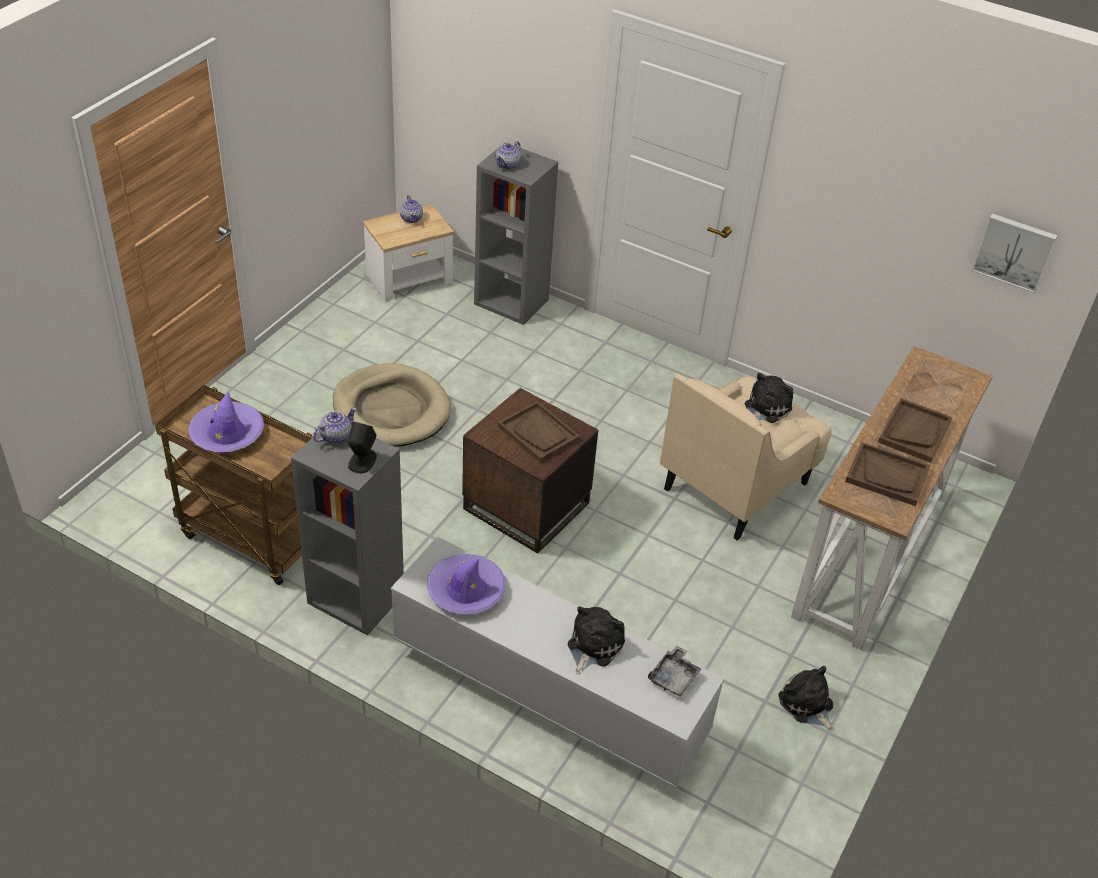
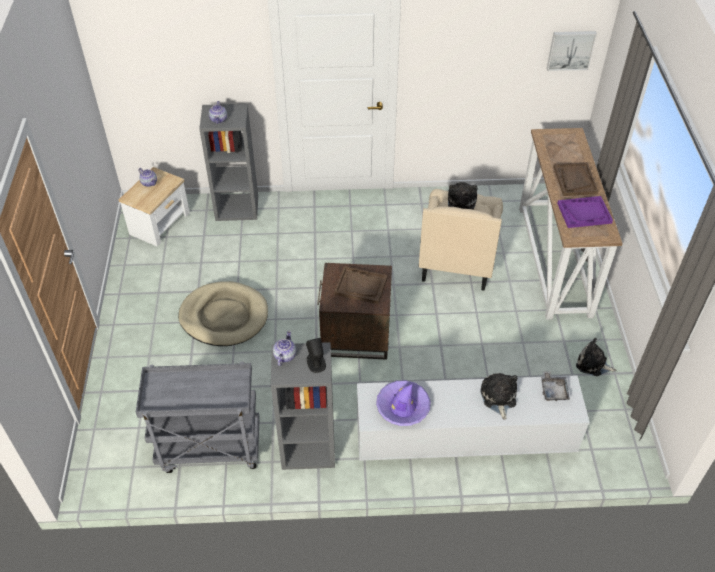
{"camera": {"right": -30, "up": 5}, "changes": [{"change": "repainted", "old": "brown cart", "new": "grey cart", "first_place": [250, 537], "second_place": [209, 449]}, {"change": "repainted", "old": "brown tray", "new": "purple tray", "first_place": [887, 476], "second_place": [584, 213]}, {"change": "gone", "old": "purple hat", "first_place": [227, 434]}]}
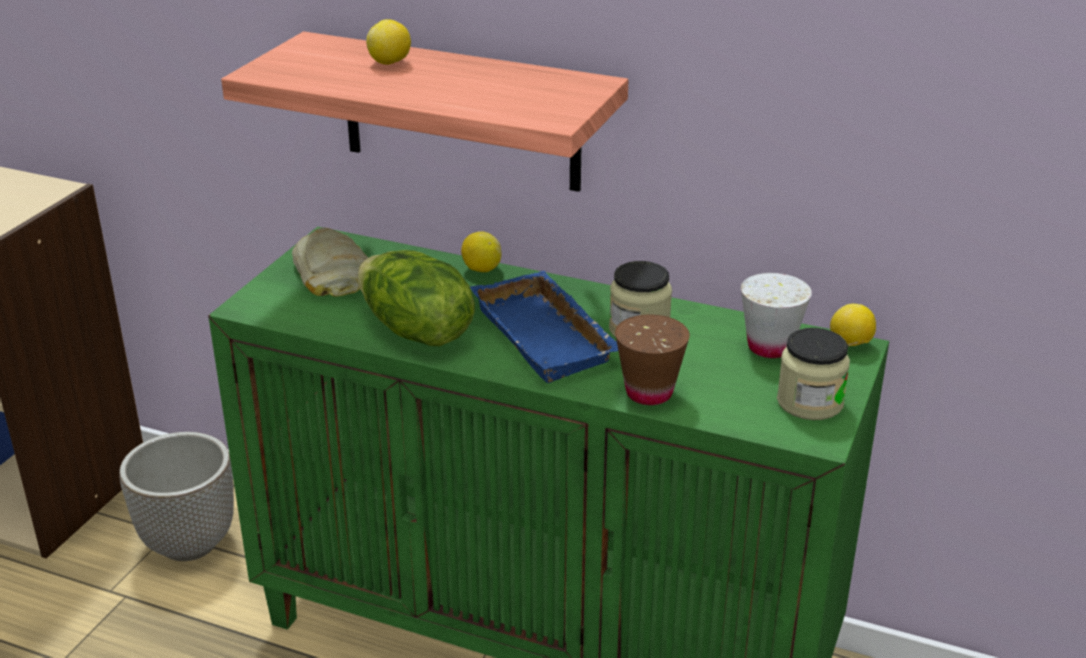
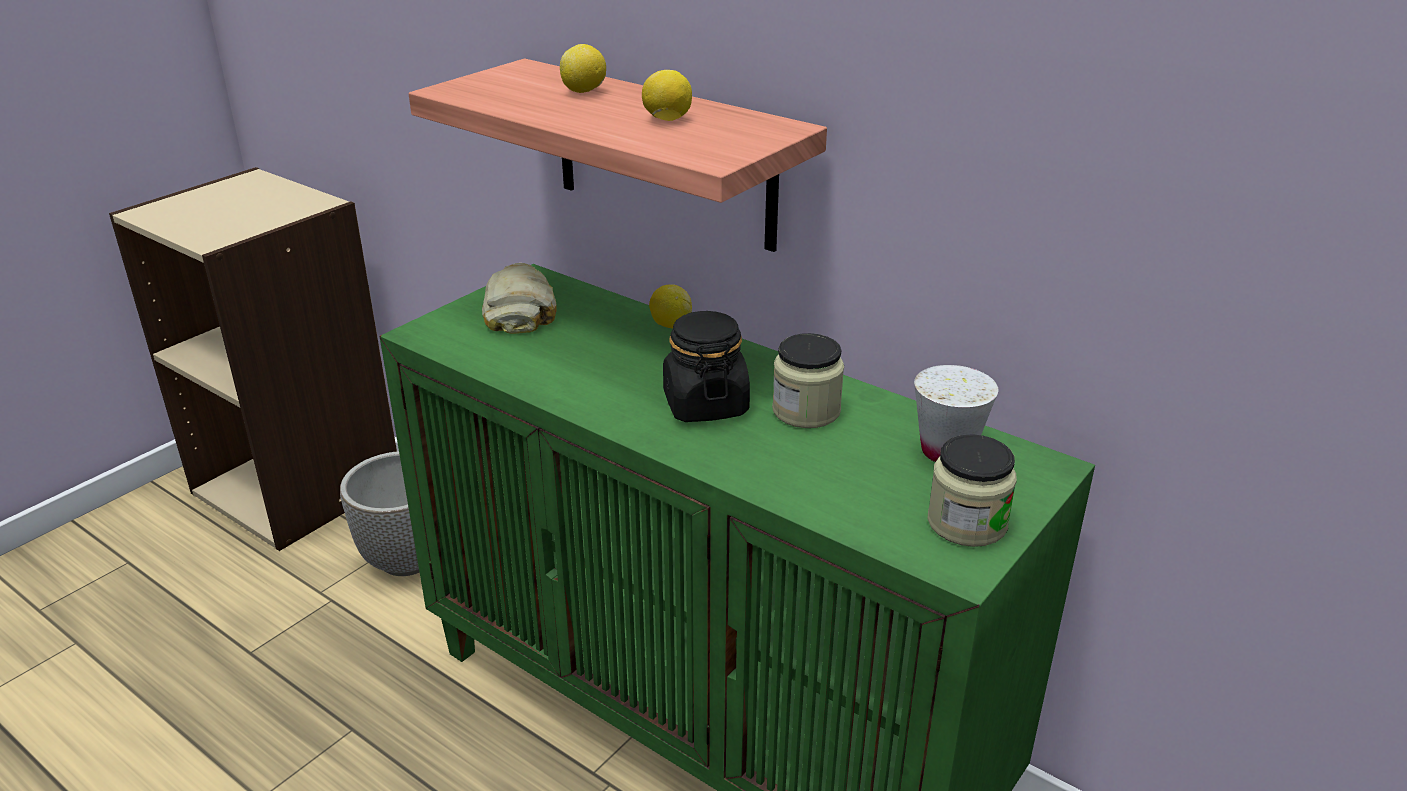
{"camera": {"right": 15, "up": 0}, "changes": [{"change": "shifted", "old": "lemon", "first_place": [850, 344], "second_place": [667, 120]}, {"change": "swapped", "old": "blue tray", "new": "black jar", "first_place": [549, 336], "second_place": [705, 404]}, {"change": "gone", "old": "lettuce", "first_place": [415, 332]}, {"change": "gone", "old": "brown cup", "first_place": [649, 393]}]}
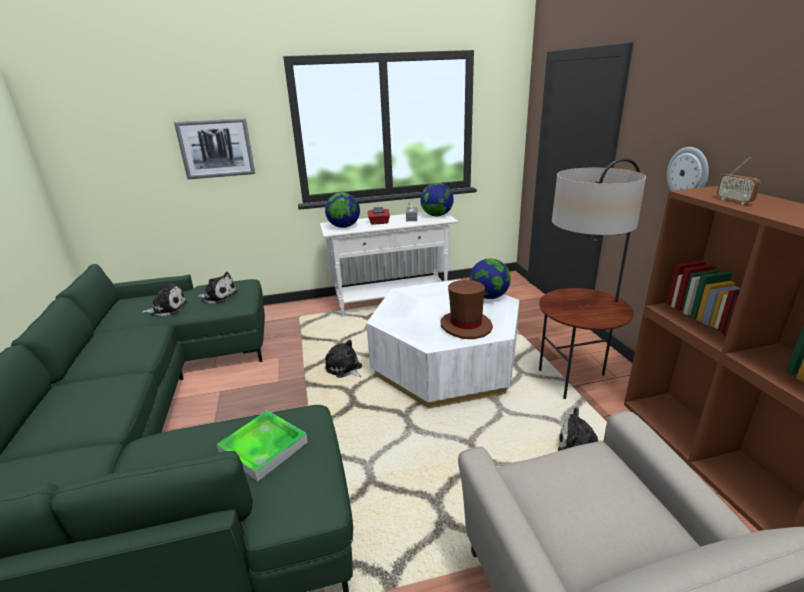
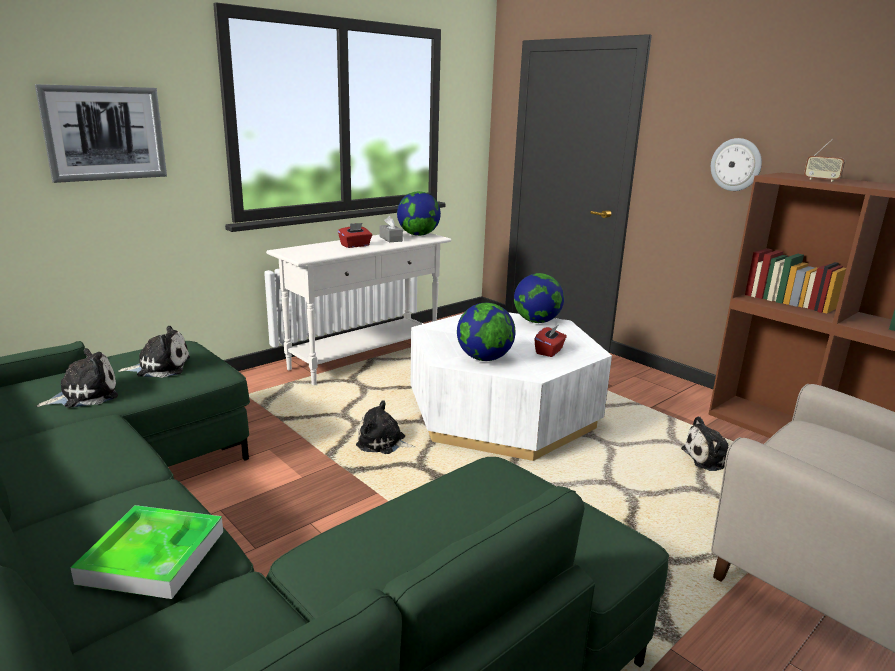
{"camera": {"right": -30, "up": -5}, "changes": [{"change": "shifted", "old": "tray", "first_place": [263, 447], "second_place": [153, 556]}, {"change": "shifted", "old": "globe", "first_place": [344, 227], "second_place": [484, 358]}, {"change": "swapped", "old": "brown hat", "new": "red tissue box", "first_place": [466, 326], "second_place": [549, 351]}, {"change": "gone", "old": "floor lamp", "first_place": [574, 380]}]}
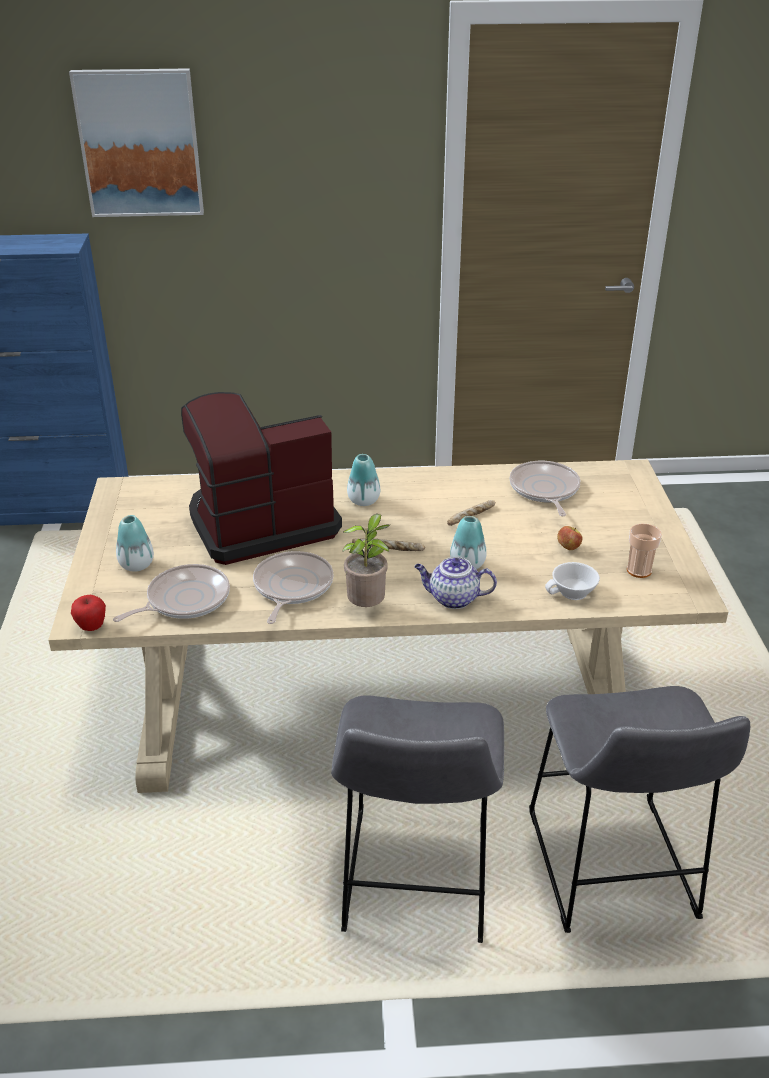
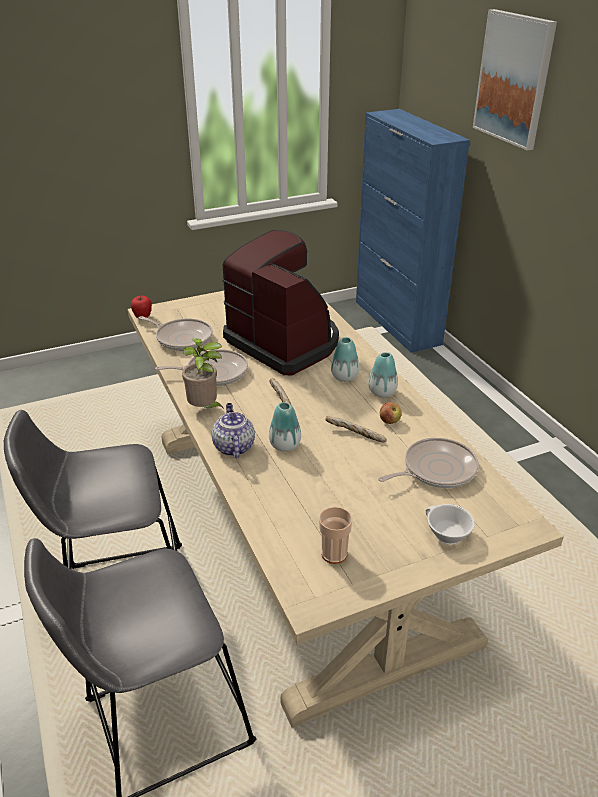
{"camera": {"right": 70, "up": 0}, "changes": [{"change": "shifted", "old": "vase", "first_place": [137, 565], "second_place": [382, 392]}, {"change": "shifted", "old": "apple", "first_place": [568, 547], "second_place": [389, 421]}, {"change": "shifted", "old": "white cup", "first_place": [573, 593], "second_place": [446, 534]}]}
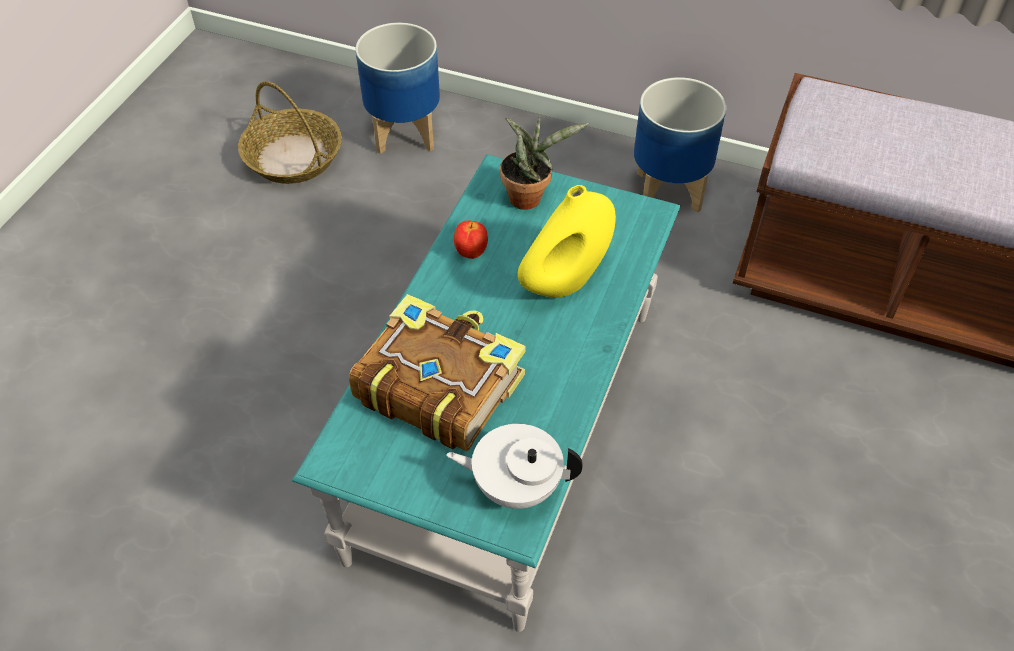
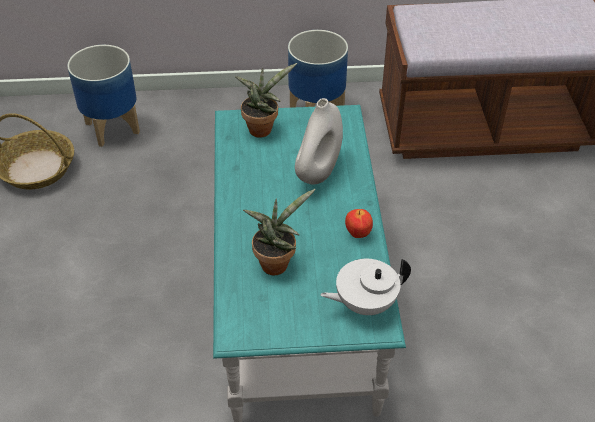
{"camera": {"right": -25, "up": -5}, "changes": [{"change": "swapped", "old": "book", "new": "potted plant", "first_place": [438, 385], "second_place": [276, 262]}, {"change": "repainted", "old": "yellow vase", "new": "white vase", "first_place": [565, 282], "second_place": [318, 172]}, {"change": "shifted", "old": "apple", "first_place": [470, 252], "second_place": [357, 233]}]}
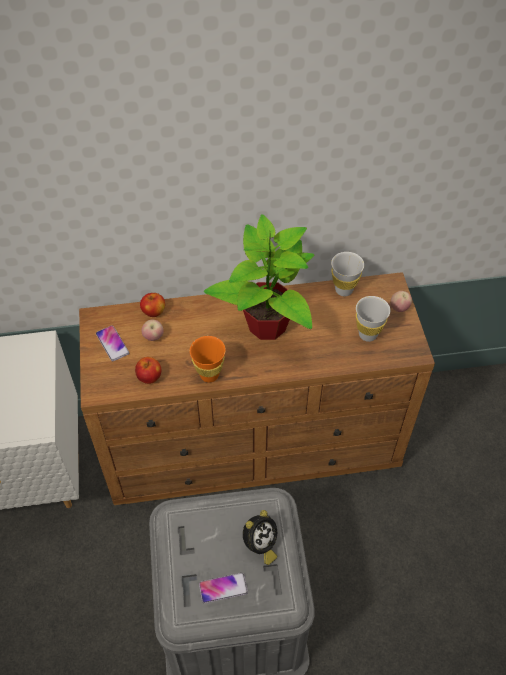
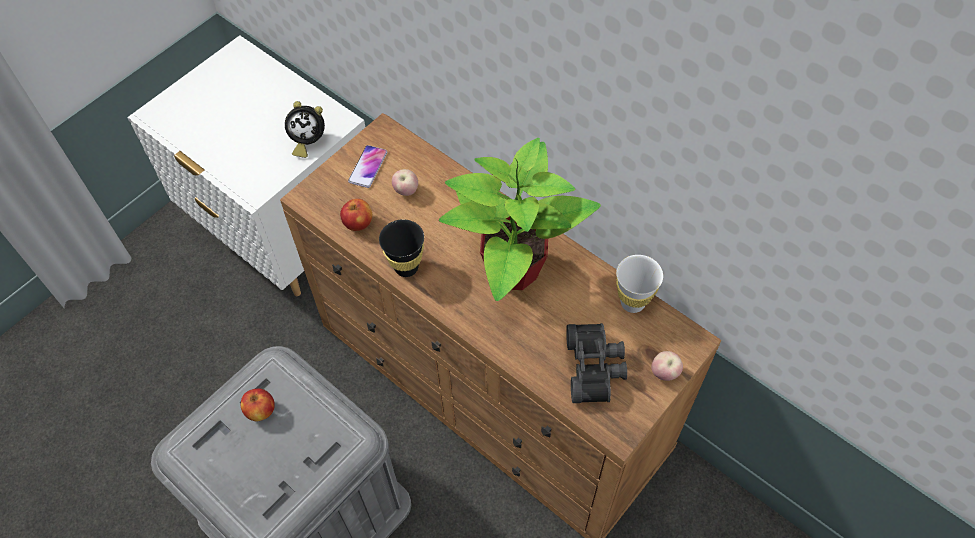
{"camera": {"right": 50, "up": 5}, "changes": [{"change": "shifted", "old": "apple", "first_place": [154, 312], "second_place": [261, 411]}, {"change": "shifted", "old": "alarm clock", "first_place": [260, 545], "second_place": [307, 142]}, {"change": "repainted", "old": "orange cup", "new": "black cup", "first_place": [209, 375], "second_place": [406, 267]}, {"change": "swapped", "old": "white cup", "new": "black binoculars", "first_place": [368, 334], "second_place": [595, 367]}, {"change": "gone", "old": "phone", "first_place": [223, 588]}]}
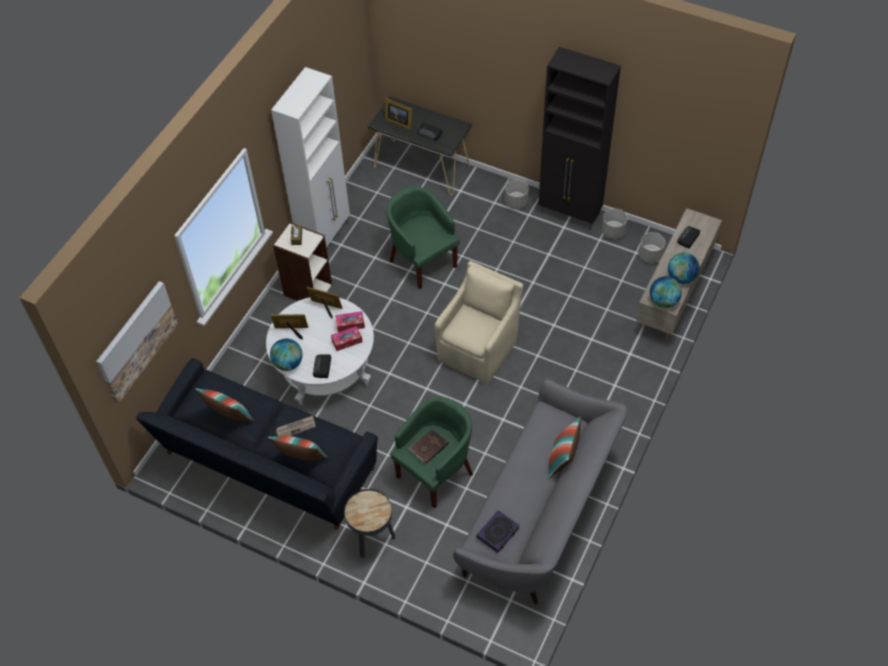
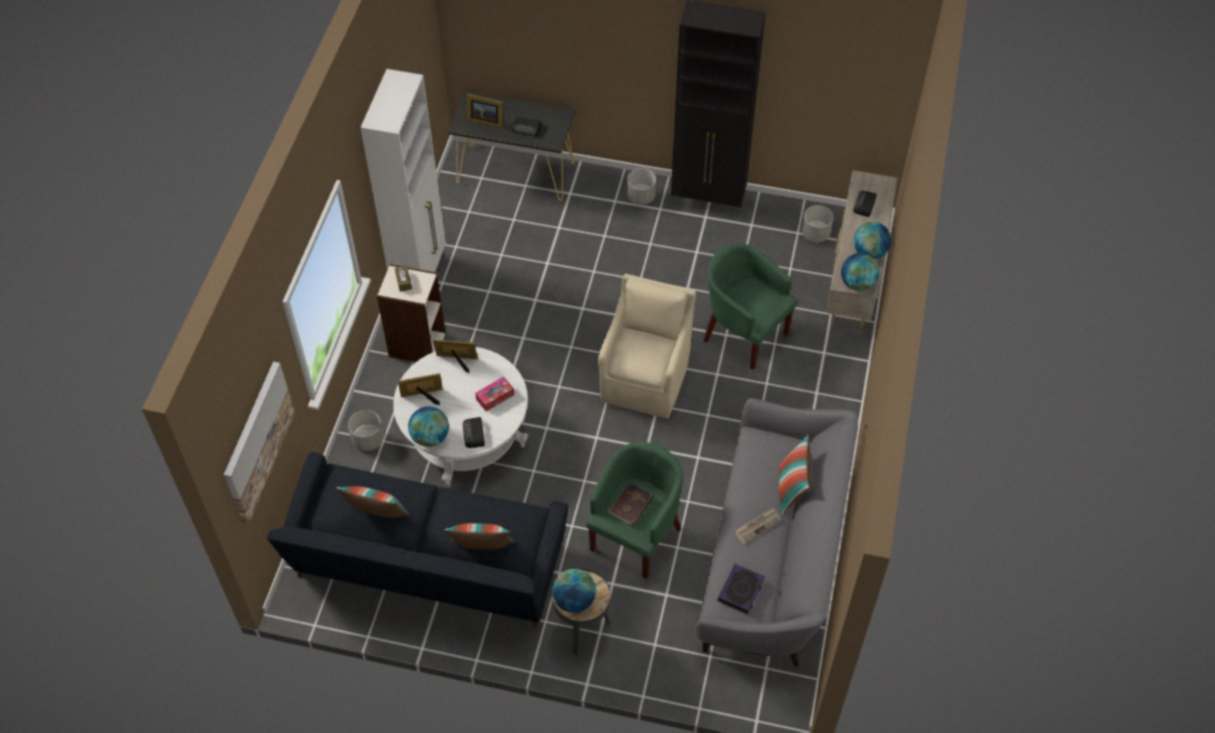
{"camera": {"right": -15, "up": 0}, "changes": [{"change": "shifted", "old": "grey planter", "first_place": [613, 232], "second_place": [368, 439]}, {"change": "new", "new": "globe", "second_place": [574, 600]}, {"change": "shifted", "old": "green armchair", "first_place": [422, 260], "second_place": [743, 333]}, {"change": "shifted", "old": "newspaper", "first_place": [296, 428], "second_place": [757, 526]}, {"change": "gone", "old": "tissue box", "first_place": [350, 324]}]}
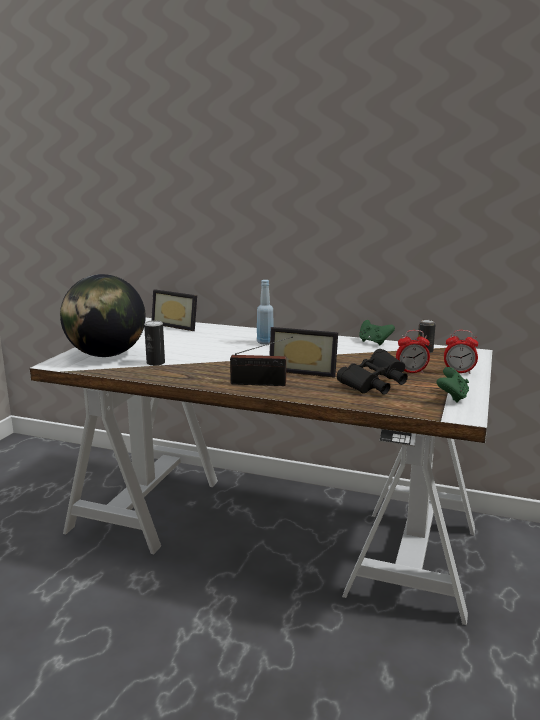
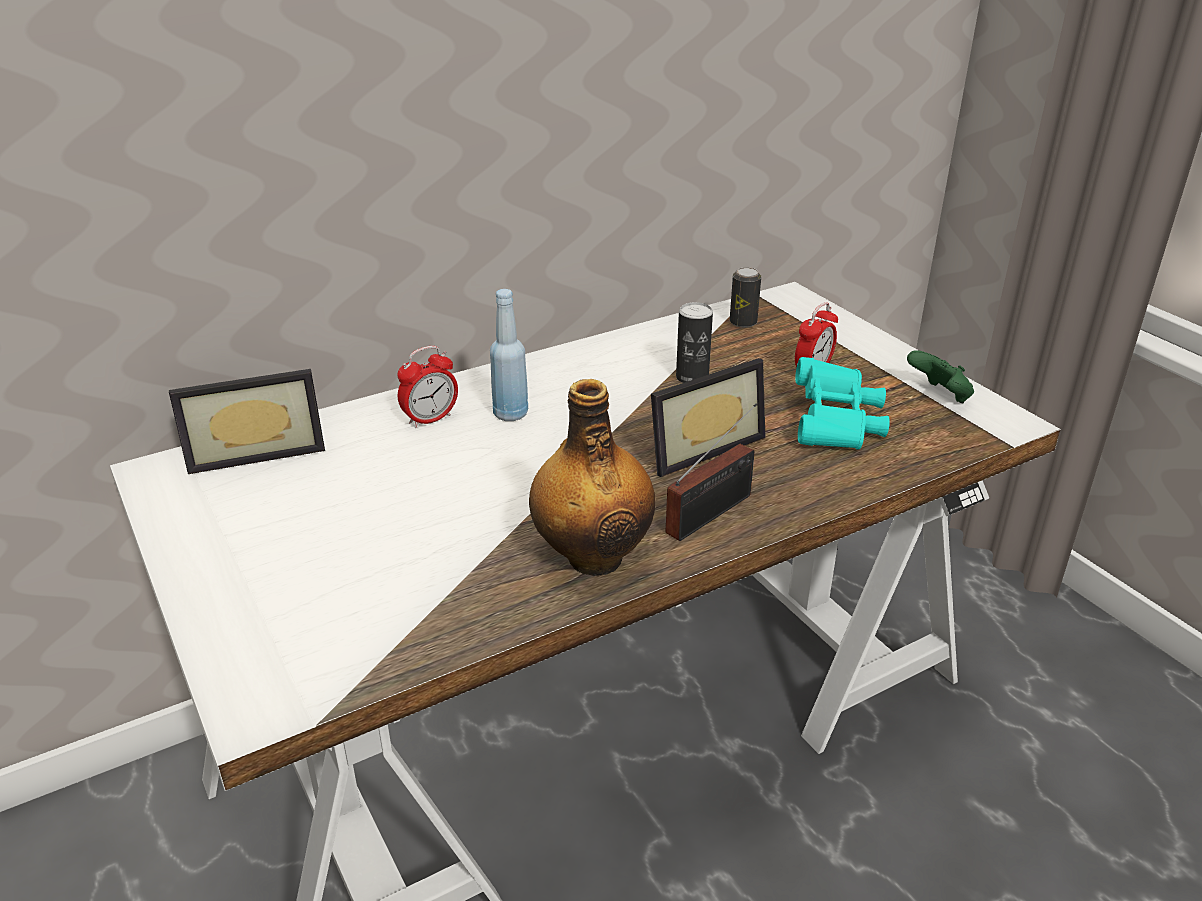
{"camera": {"right": -50, "up": 15}, "changes": [{"change": "shifted", "old": "alarm clock", "first_place": [459, 372], "second_place": [430, 419]}, {"change": "new", "new": "bottle", "second_place": [593, 556]}, {"change": "shifted", "old": "can", "first_place": [155, 363], "second_place": [692, 377]}, {"change": "repainted", "old": "black binoculars", "new": "turquoise binoculars", "first_place": [374, 386], "second_place": [836, 425]}, {"change": "gone", "old": "globe", "first_place": [106, 355]}, {"change": "gone", "old": "green game controller", "first_place": [374, 342]}]}
